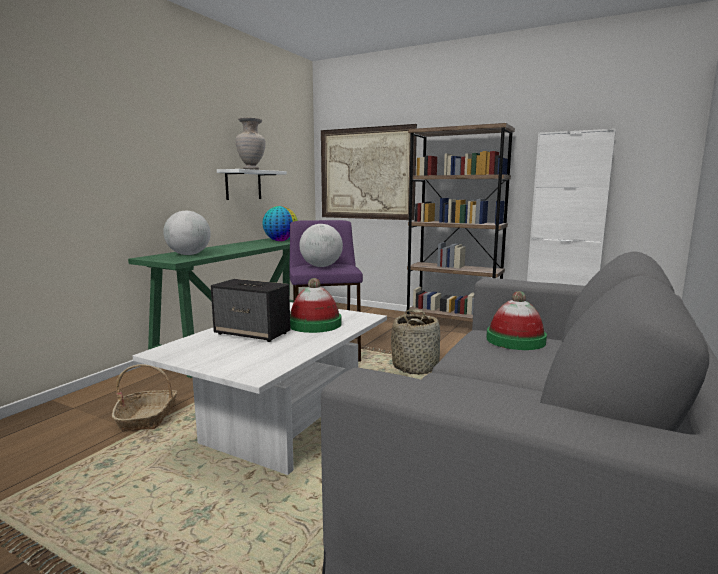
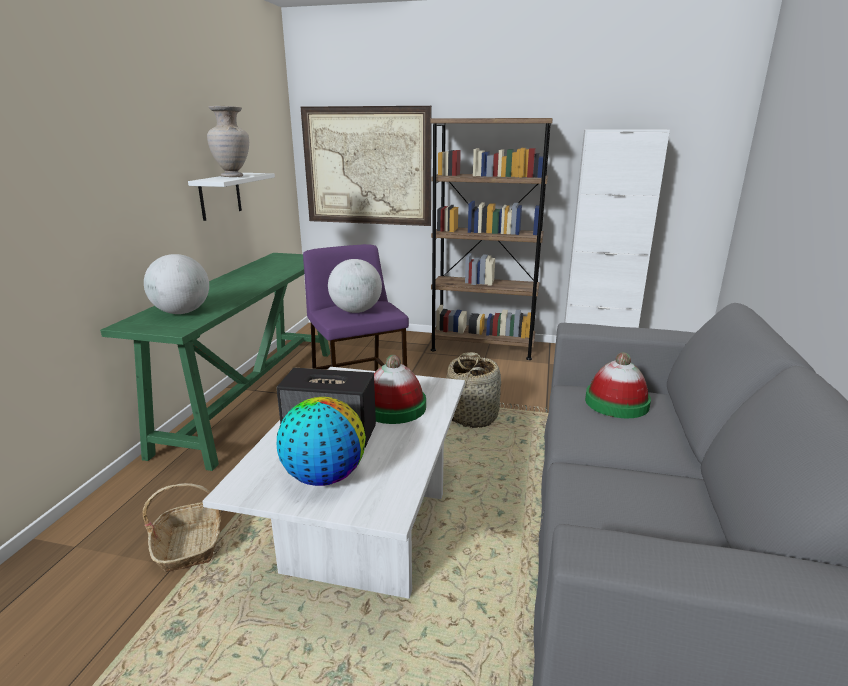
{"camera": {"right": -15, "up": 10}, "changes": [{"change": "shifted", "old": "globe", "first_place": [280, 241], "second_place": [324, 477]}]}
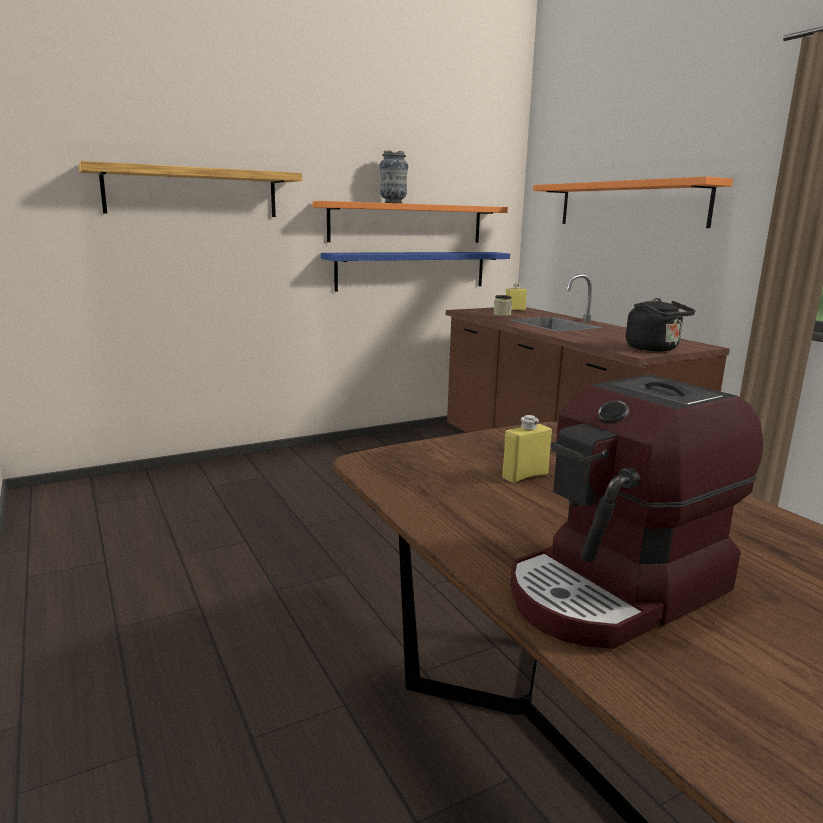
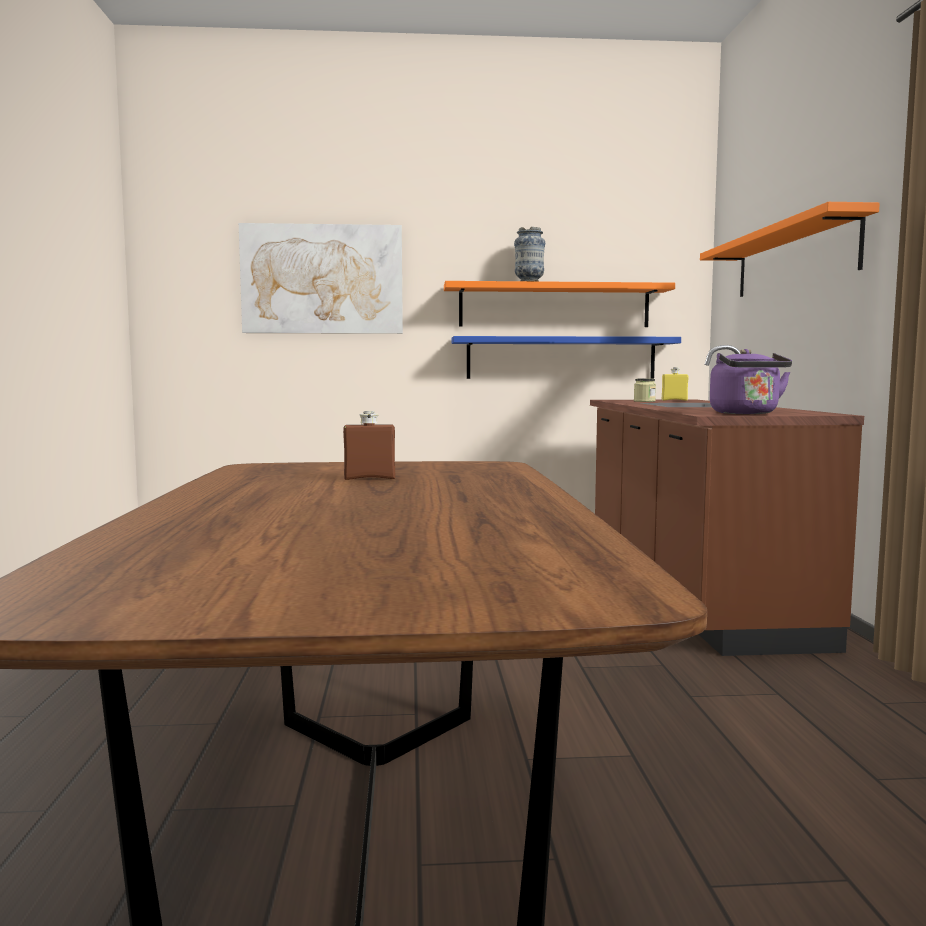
{"camera": {"right": 25, "up": -10}, "changes": [{"change": "swapped", "old": "shelf", "new": "picture", "first_place": [192, 192], "second_place": [322, 279]}, {"change": "repainted", "old": "yellow bottle", "new": "brown bottle", "first_place": [525, 476], "second_place": [369, 478]}, {"change": "repainted", "old": "black kettle", "new": "purple kettle", "first_place": [655, 349], "second_place": [746, 413]}, {"change": "gone", "old": "coffee machine", "first_place": [619, 590]}]}
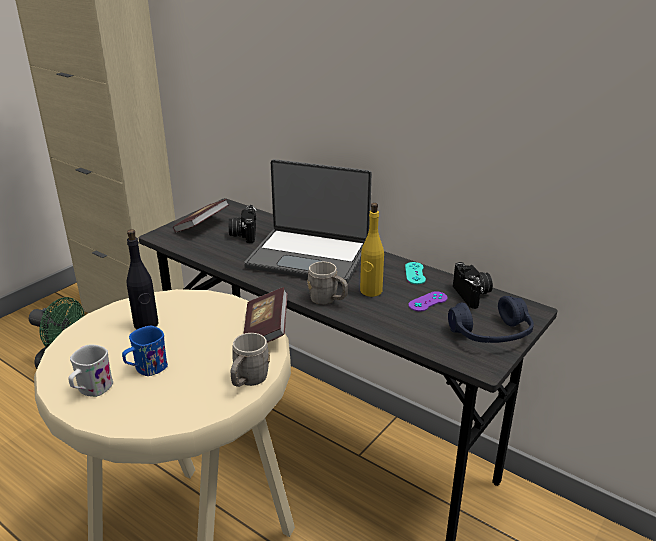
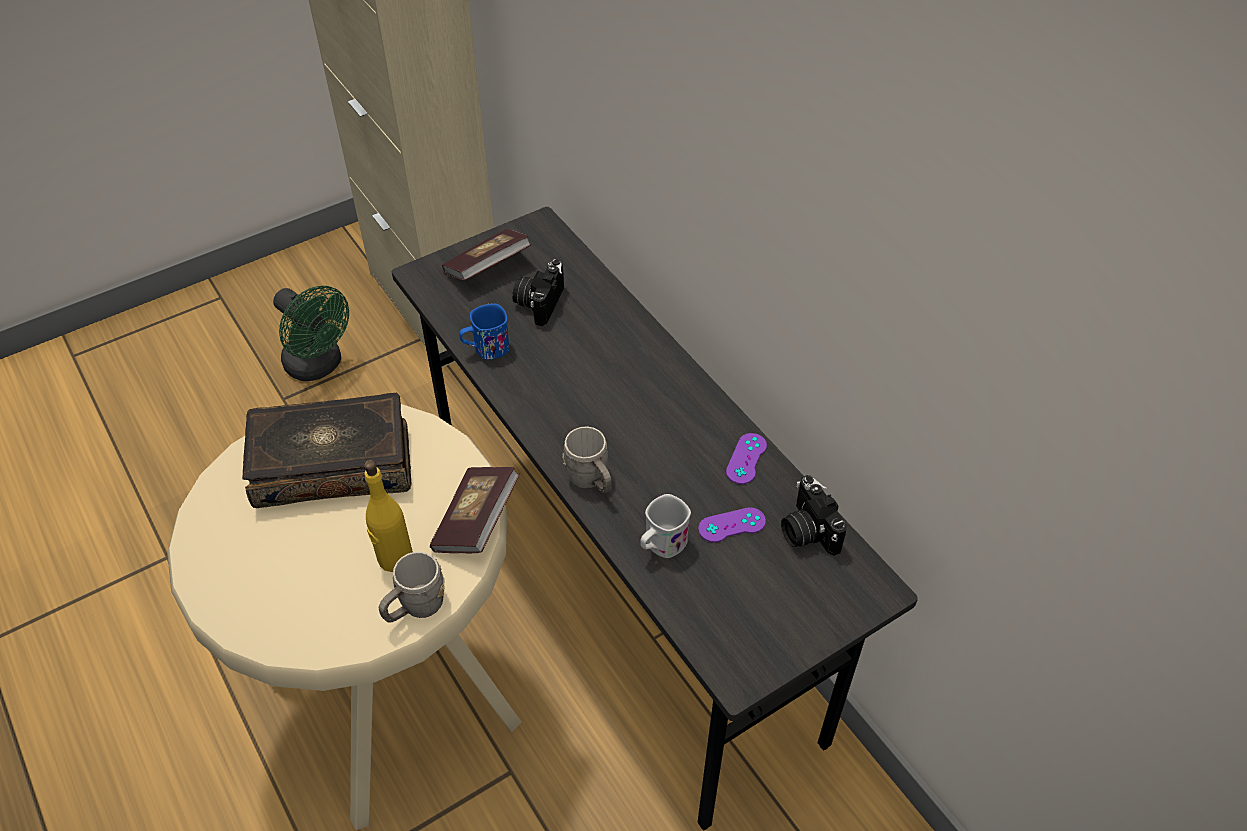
{"camera": {"right": 20, "up": 20}, "changes": [{"change": "swapped", "old": "black bottle", "new": "book", "first_place": [146, 324], "second_place": [333, 463]}, {"change": "shifted", "old": "yellow bottle", "first_place": [371, 291], "second_place": [394, 558]}, {"change": "shifted", "old": "blue mug", "first_place": [146, 369], "second_place": [486, 349]}, {"change": "shifted", "old": "white mug", "first_place": [91, 390], "second_place": [661, 545]}, {"change": "repainted", "old": "turquoise game controller", "new": "purple game controller", "first_place": [415, 273], "second_place": [746, 459]}, {"change": "rotated", "old": "photo camera", "first_place": [473, 295], "second_place": [806, 531], "degrees": 150}, {"change": "gone", "old": "laptop", "first_place": [309, 256]}, {"change": "gone", "old": "blue headphones", "first_place": [491, 334]}]}
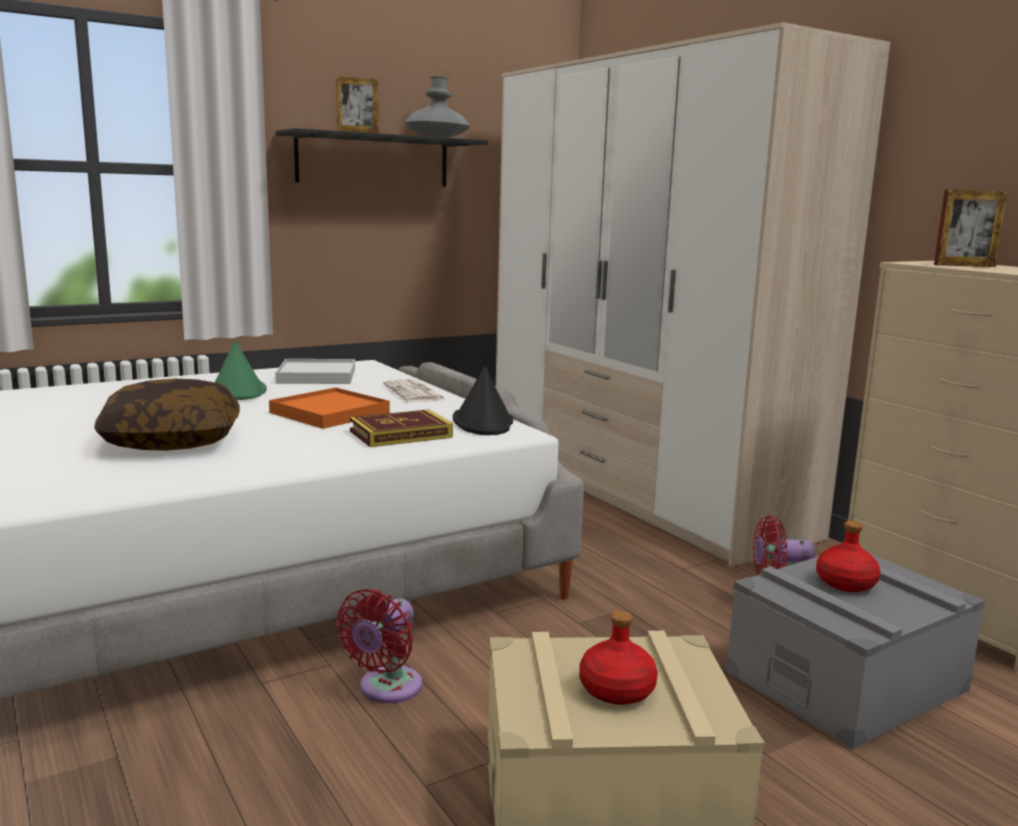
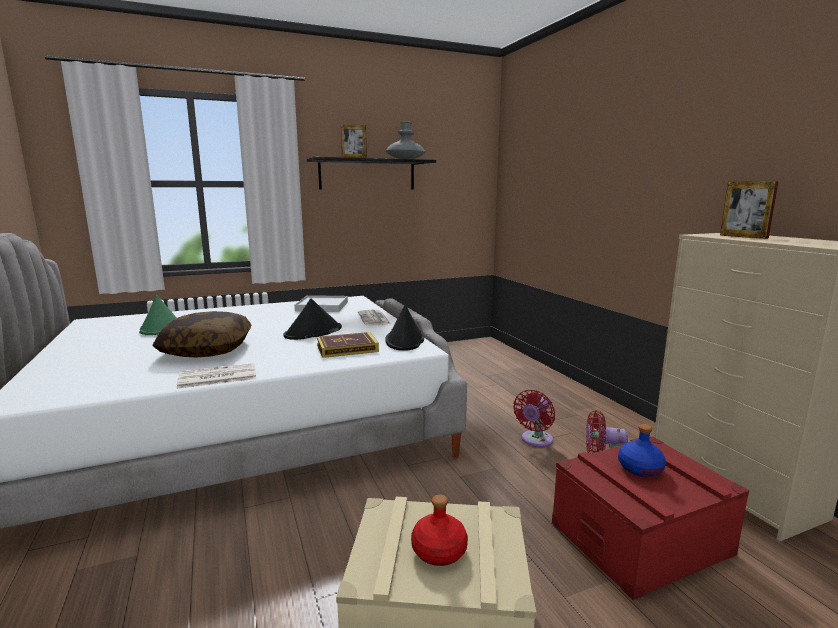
{"camera": {"right": 10, "up": 0}, "changes": [{"change": "shifted", "old": "green hat", "first_place": [237, 391], "second_place": [161, 327]}, {"change": "new", "new": "newspaper", "second_place": [216, 377]}, {"change": "swapped", "old": "orange tray", "new": "black hat", "first_place": [329, 413], "second_place": [313, 332]}, {"change": "shifted", "old": "red fan", "first_place": [386, 689], "second_place": [535, 440]}, {"change": "repainted", "old": "grey storage box", "new": "red storage box", "first_place": [846, 681], "second_place": [640, 538]}, {"change": "repainted", "old": "red bottle", "new": "blue bottle", "first_place": [845, 583], "second_place": [639, 468]}, {"change": "rotated", "old": "picture frame", "first_place": [964, 265], "second_place": [743, 236], "degrees": 45}, {"change": "gone", "old": "wardrobe", "first_place": [637, 489]}]}
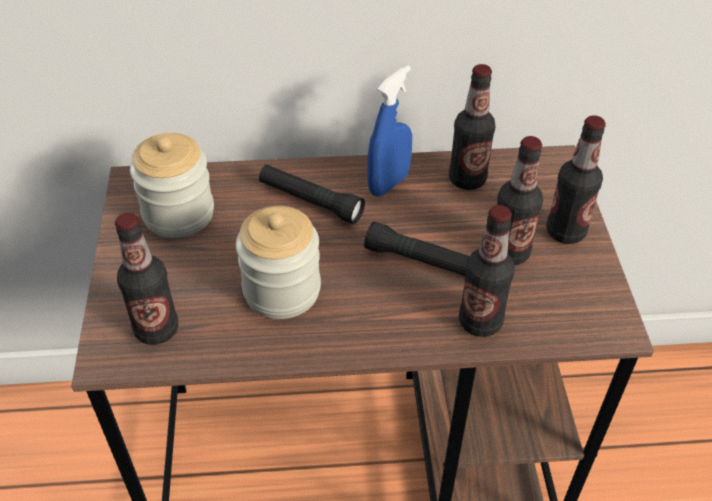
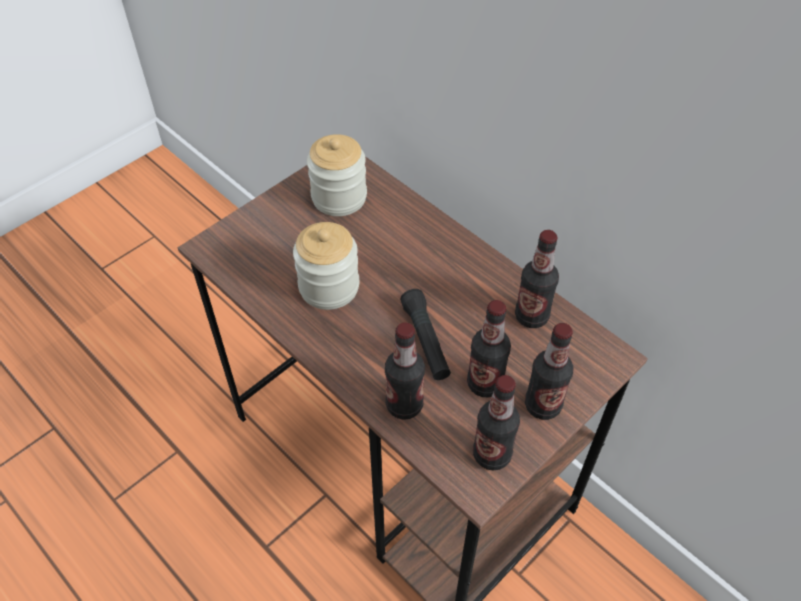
{"camera": {"right": 50, "up": 5}, "changes": [{"change": "shifted", "old": "bottle", "first_place": [156, 329], "second_place": [492, 454]}, {"change": "gone", "old": "black flashlight", "first_place": [310, 201]}, {"change": "gone", "old": "blue spray bottle", "first_place": [388, 184]}]}
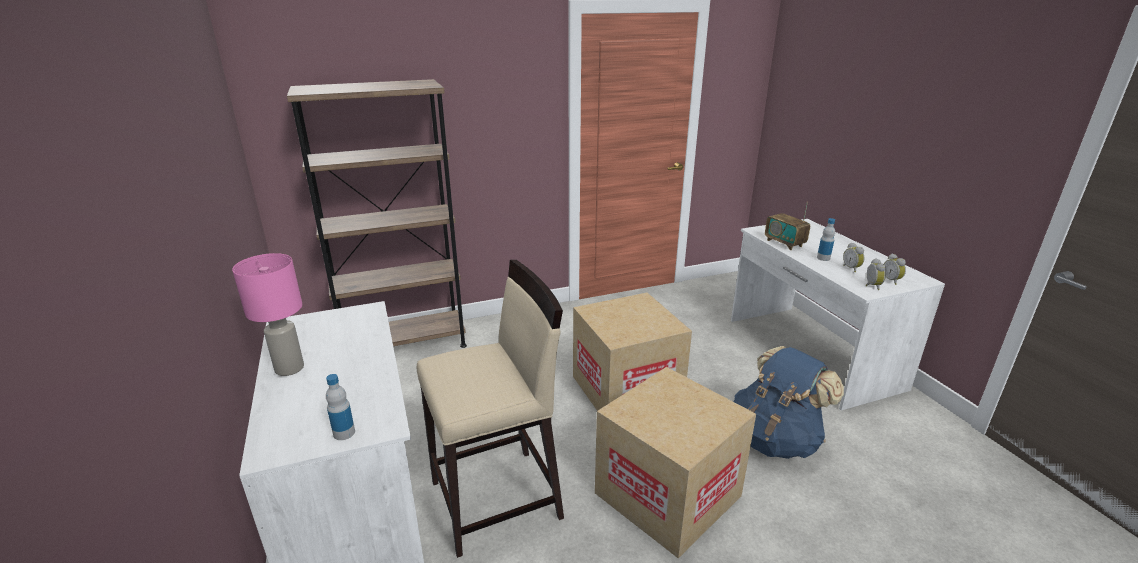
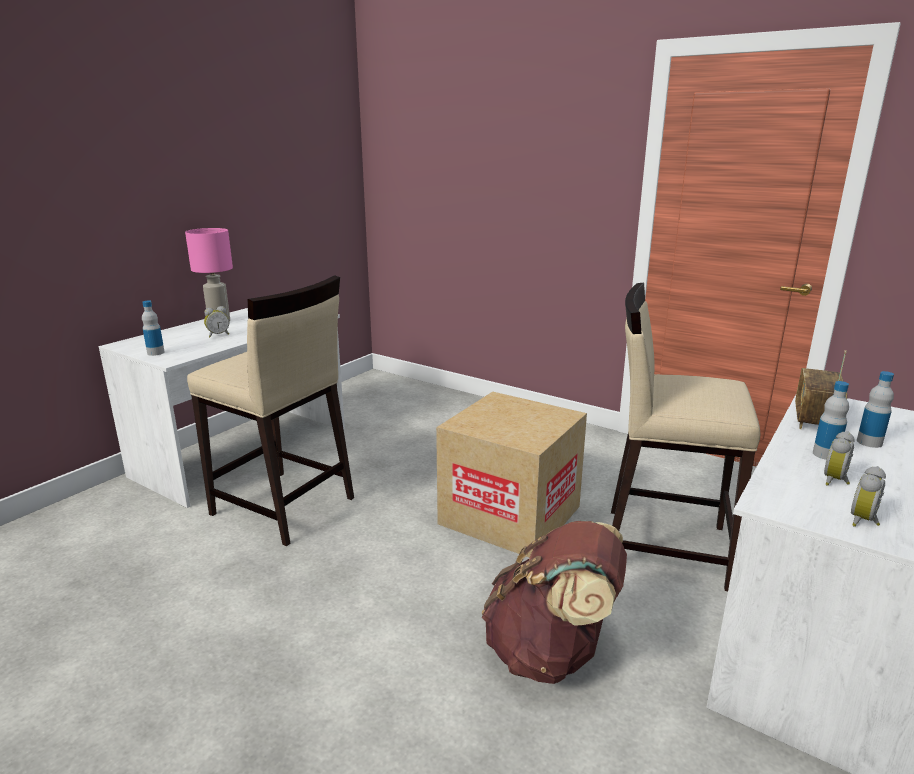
{"camera": {"right": 55, "up": -5}, "changes": [{"change": "shifted", "old": "alarm clock", "first_place": [871, 286], "second_place": [218, 335]}, {"change": "repainted", "old": "blue backpack", "new": "brown backpack", "first_place": [775, 439], "second_place": [551, 652]}, {"change": "new", "new": "beige stool", "second_place": [663, 546]}, {"change": "new", "new": "bottle", "second_place": [869, 442]}, {"change": "gone", "old": "brown bookcase", "first_place": [404, 345]}, {"change": "gone", "old": "cardboard box", "first_place": [667, 494]}]}
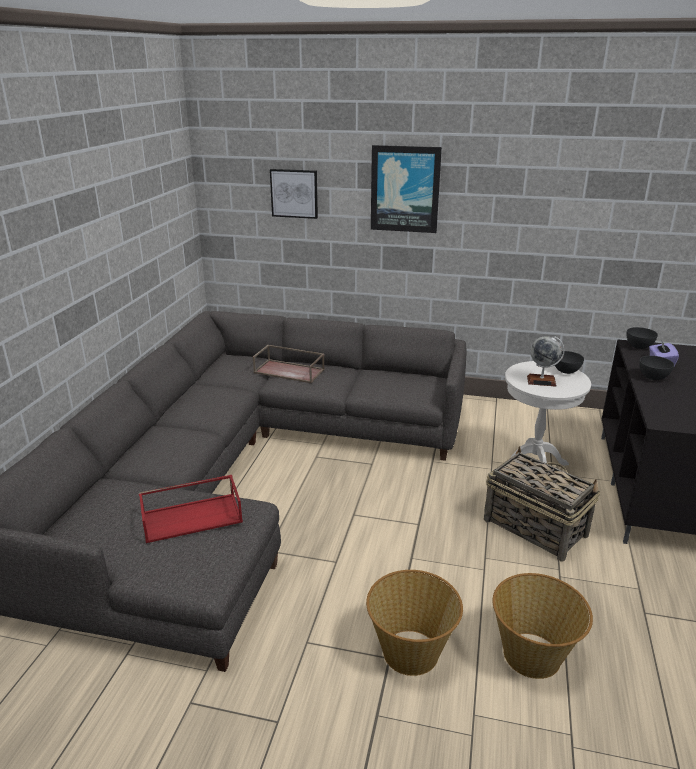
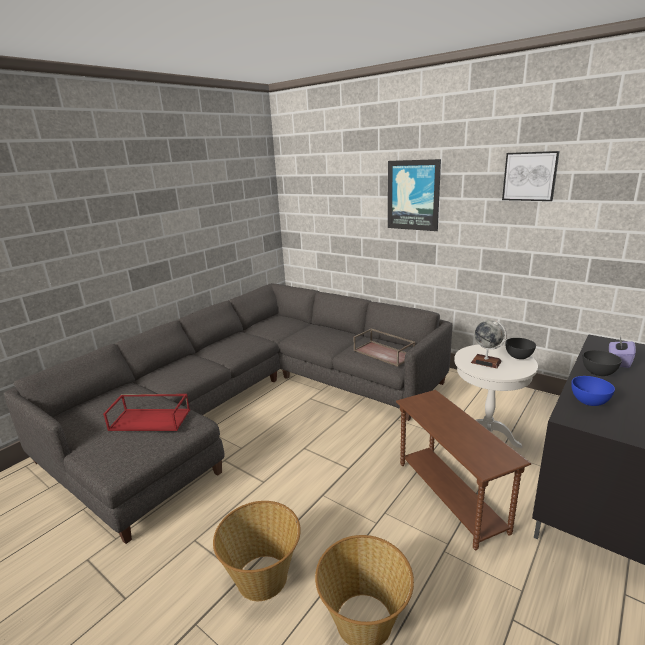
{"camera": {"right": 25, "up": -5}, "changes": [{"change": "shifted", "old": "brown tray", "first_place": [290, 371], "second_place": [384, 353]}, {"change": "swapped", "old": "basket", "new": "brown side table", "first_place": [534, 527], "second_place": [449, 496]}, {"change": "shifted", "old": "picture", "first_place": [294, 193], "second_place": [529, 176]}, {"change": "new", "new": "blue bowl", "second_place": [589, 401]}, {"change": "gone", "old": "grey bowl", "first_place": [638, 346]}]}
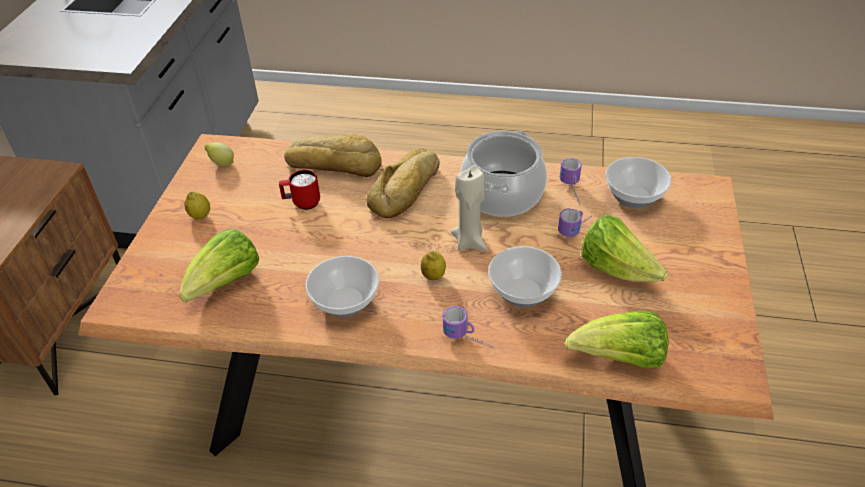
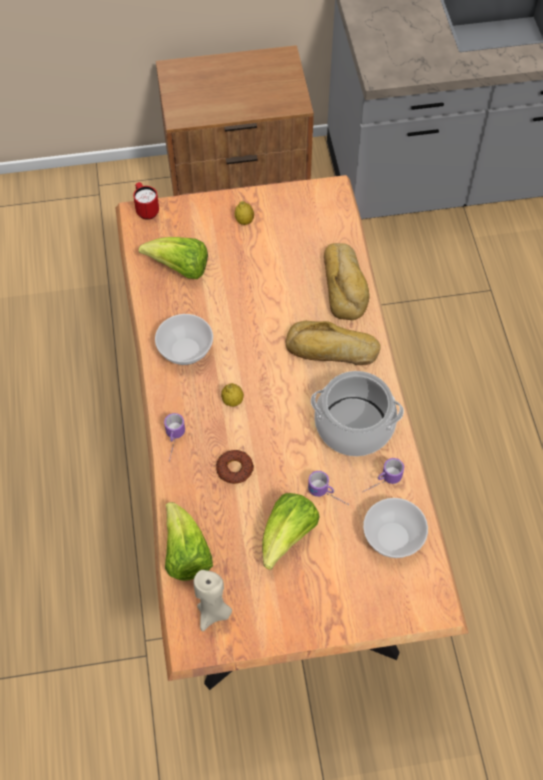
{"camera": {"right": 70, "up": 15}, "changes": [{"change": "shifted", "old": "red mug", "first_place": [302, 203], "second_place": [146, 209]}, {"change": "shifted", "old": "beige candle", "first_place": [470, 241], "second_place": [213, 613]}, {"change": "swapped", "old": "bowl", "new": "donut", "first_place": [521, 292], "second_place": [235, 469]}, {"change": "gone", "old": "lemon", "first_place": [222, 163]}]}
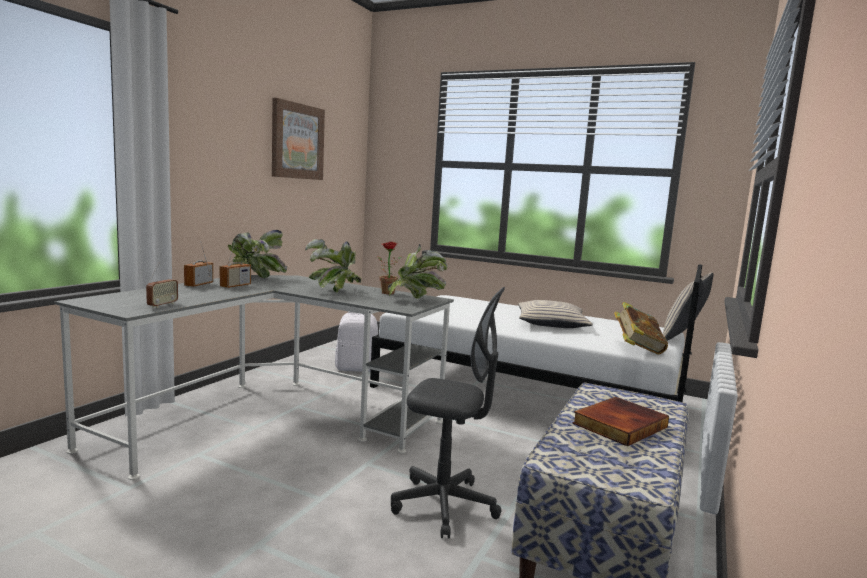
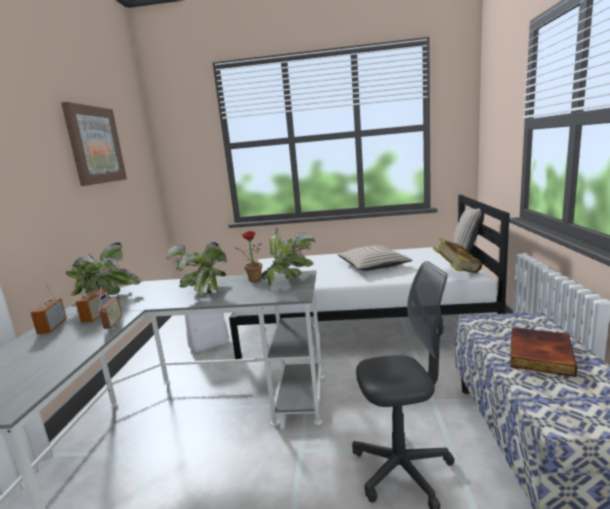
{"camera": {"right": -20, "up": 5}, "changes": [{"change": "shifted", "old": "radio", "first_place": [162, 305], "second_place": [113, 324]}]}
